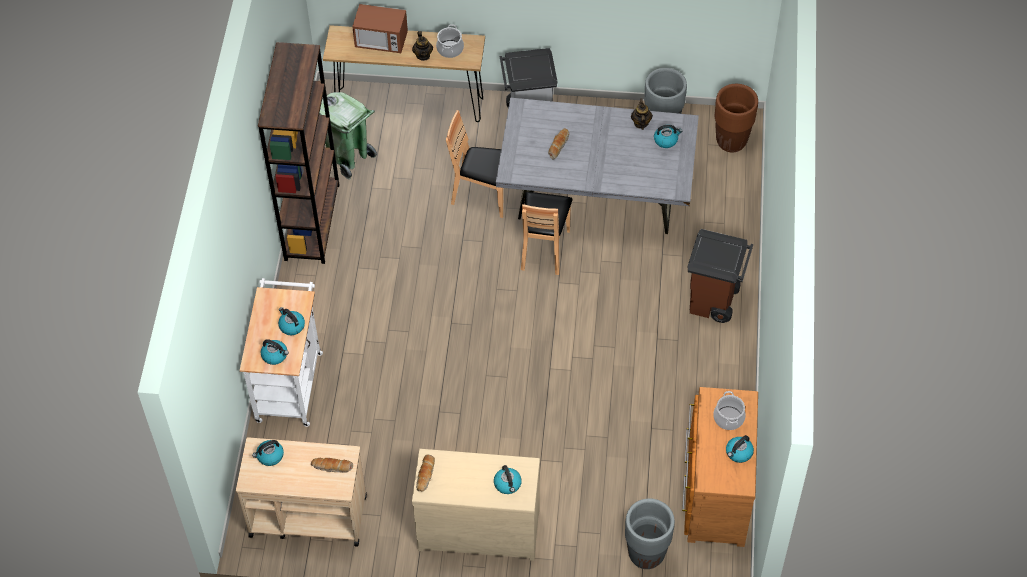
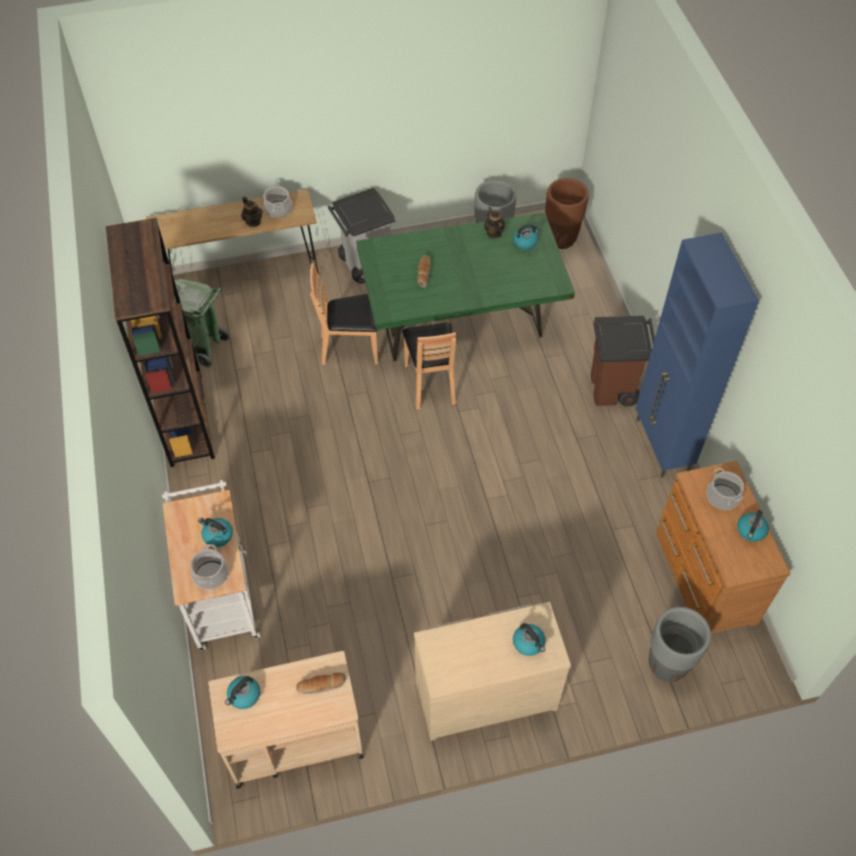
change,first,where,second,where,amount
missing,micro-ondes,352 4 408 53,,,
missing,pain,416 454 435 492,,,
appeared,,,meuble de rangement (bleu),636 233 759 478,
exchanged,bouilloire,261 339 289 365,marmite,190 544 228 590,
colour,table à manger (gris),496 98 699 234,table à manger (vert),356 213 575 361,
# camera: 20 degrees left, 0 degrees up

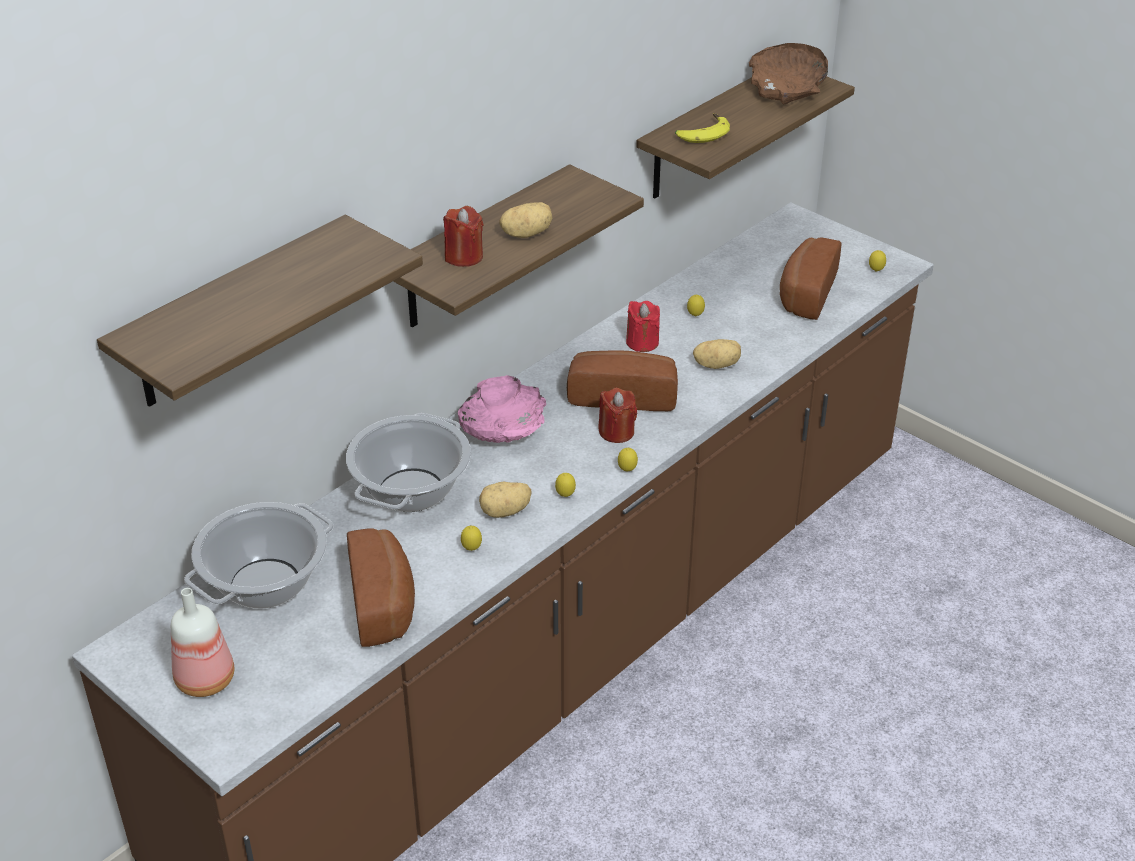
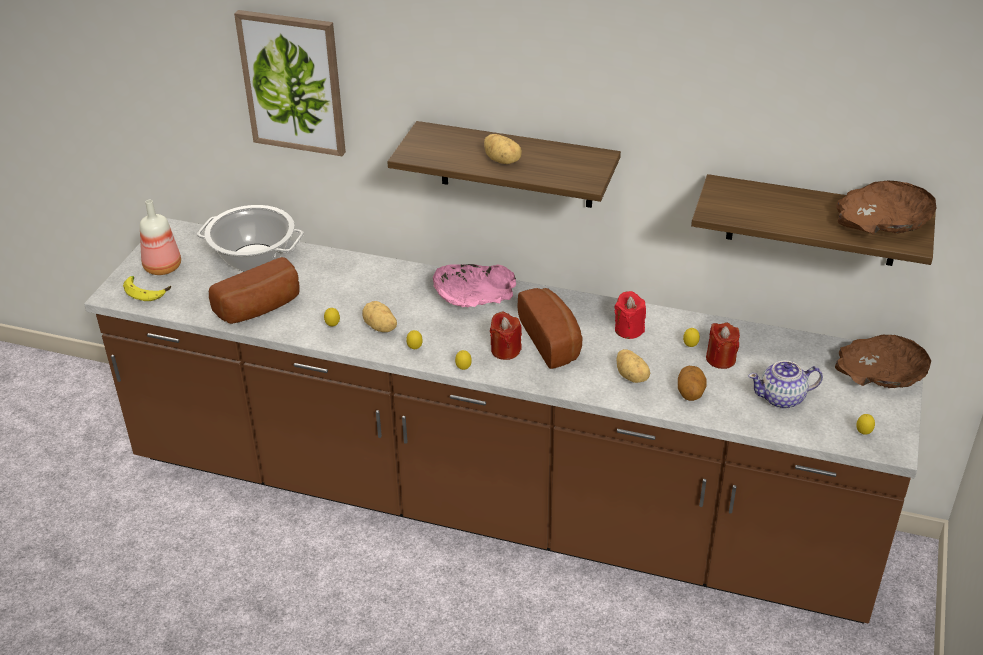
change,first,where,second,where,amount
missing,marmite,346 413 471 512,,,
appeared,,,pomme de terre,678 366 707 401,
appeared,,,bol (marron),835 335 931 388,
relocated,bougie (rouge),443 206 484 267,,706 323 740 369,
relocated,banane,675 113 730 143,,123 276 171 301,
exchanged,étagère,97 215 423 407,tableau,234 10 346 156,
exchanged,pain,780 237 841 320,théière,748 360 823 409,
# camera: 65 degrees right, 0 degrees up

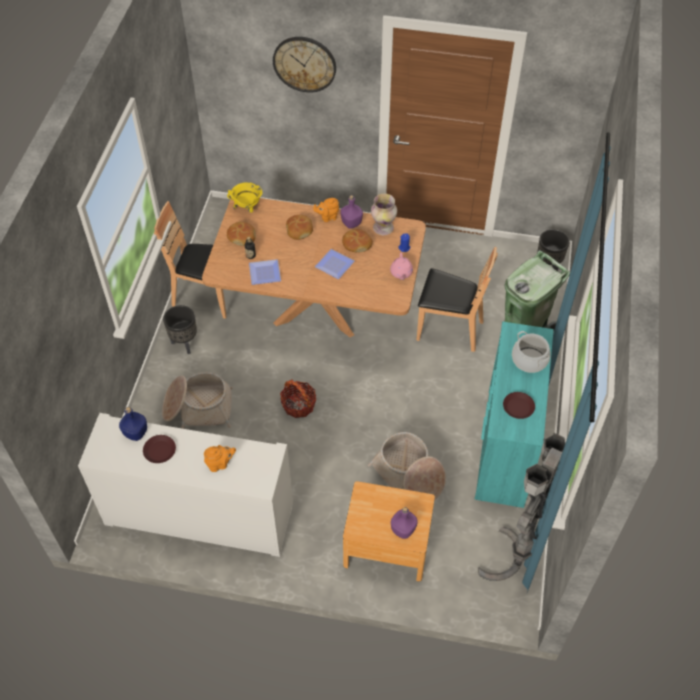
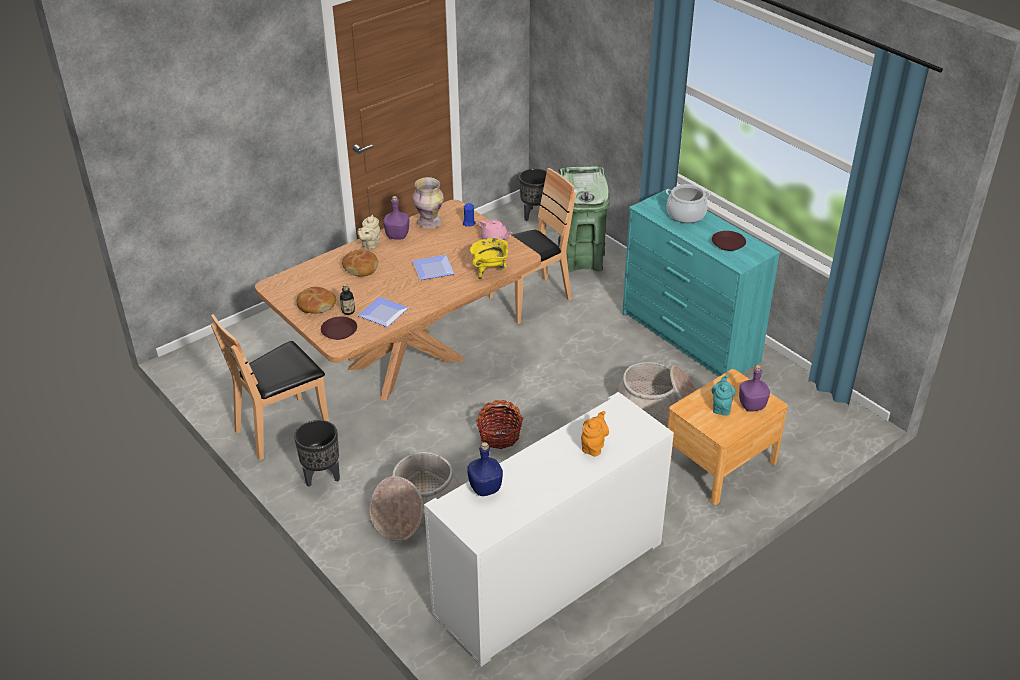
change,first,where,second,where,amount
missing,horloge murale,273 37 336 93,,,
missing,pain,342 229 373 252,,,
missing,lampadaire (gris),478 433 565 581,,,
appeared,,,théière (turquoise),711 375 736 416,
relocated,assiette (marron),143 435 176 463,,321 317 357 340,
relocated,marmite (jaune),227 182 263 213,,470 238 509 279,
colour,théière (orange),313 198 339 222,théière (beige),357 215 380 250,
# camera: 50 degrees left, 15 degrees down

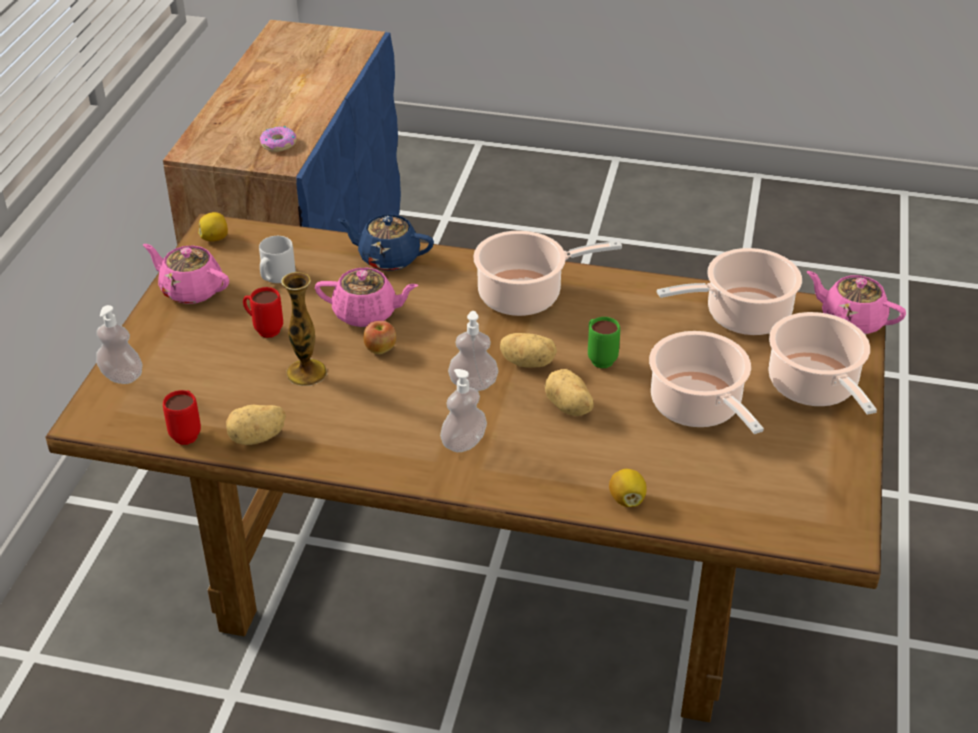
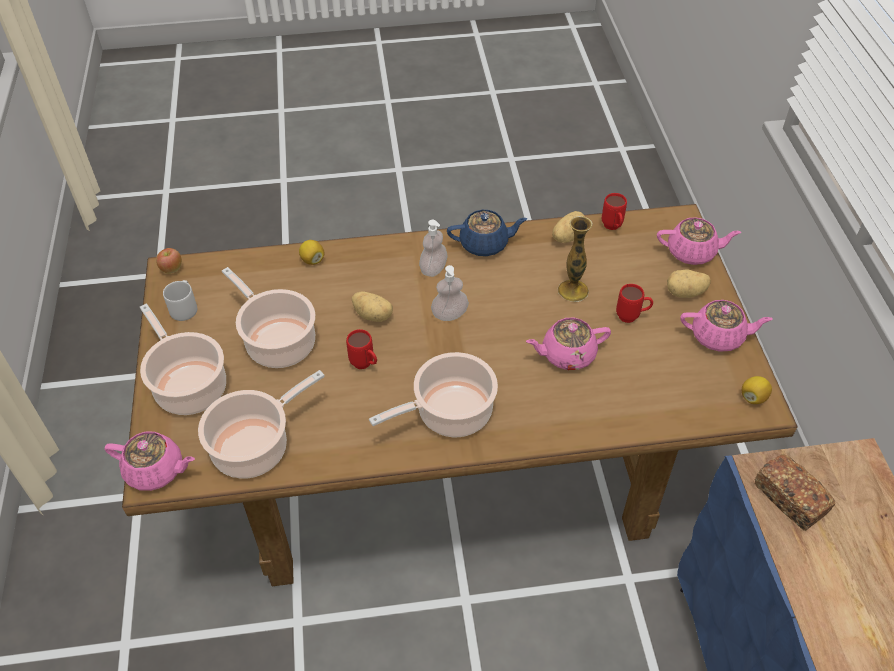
change,first,where,second,where,amount
relocated,mug (gris),259 236 296 283,,163 280 197 321,
relocated,théière (bleu),337 214 434 271,,447 210 527 256,
relocated,pomme,363 321 396 354,,156 248 182 274,
relocated,pomme de terre,500 333 557 368,,667 270 711 298,
exchanged,distributeur de savon,96 305 142 384,théière (rose),657 217 741 265,
exchanged,beignet,260 126 296 152,pain,755 454 835 531,
colour,mug (vert),588 317 620 368,mug (rouge),346 329 377 369,
# camera: 160 degrees right, 10 degrees up

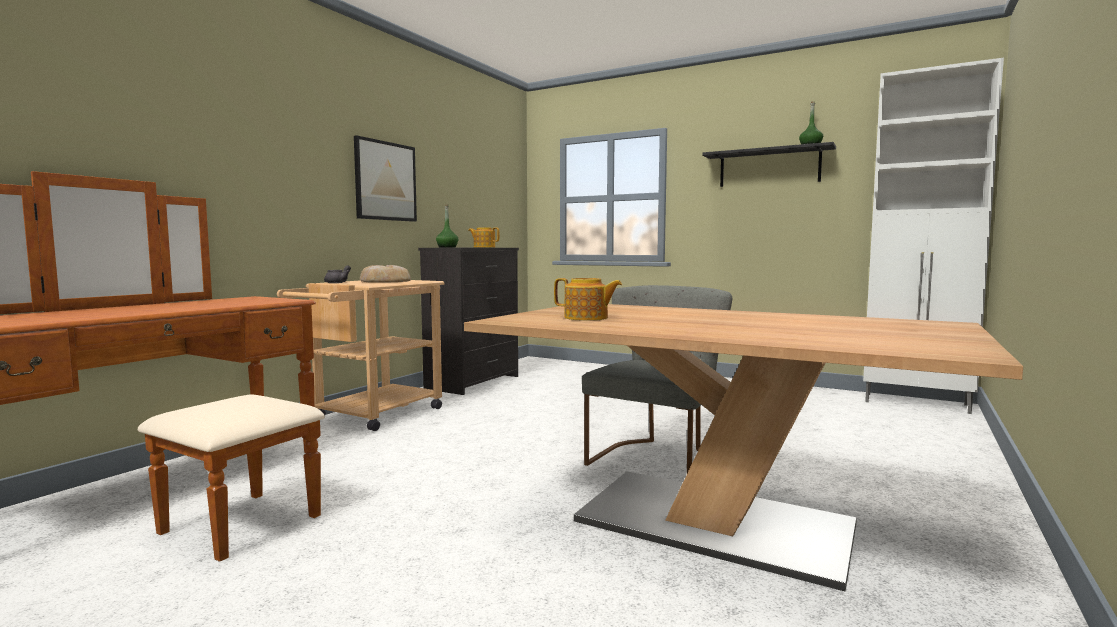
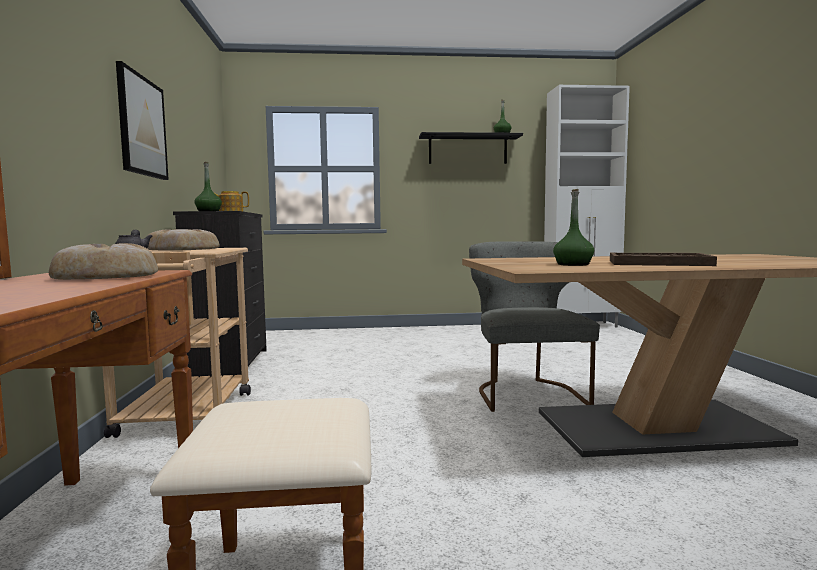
change,first,where,second,where,amount
appeared,,,pain,49 243 158 280,
appeared,,,plateau (marron),610 253 717 266,
exchanged,théière,554 278 622 321,bouteille (vert),553 189 594 266,
# camera: 35 degrees left, 0 degrees up

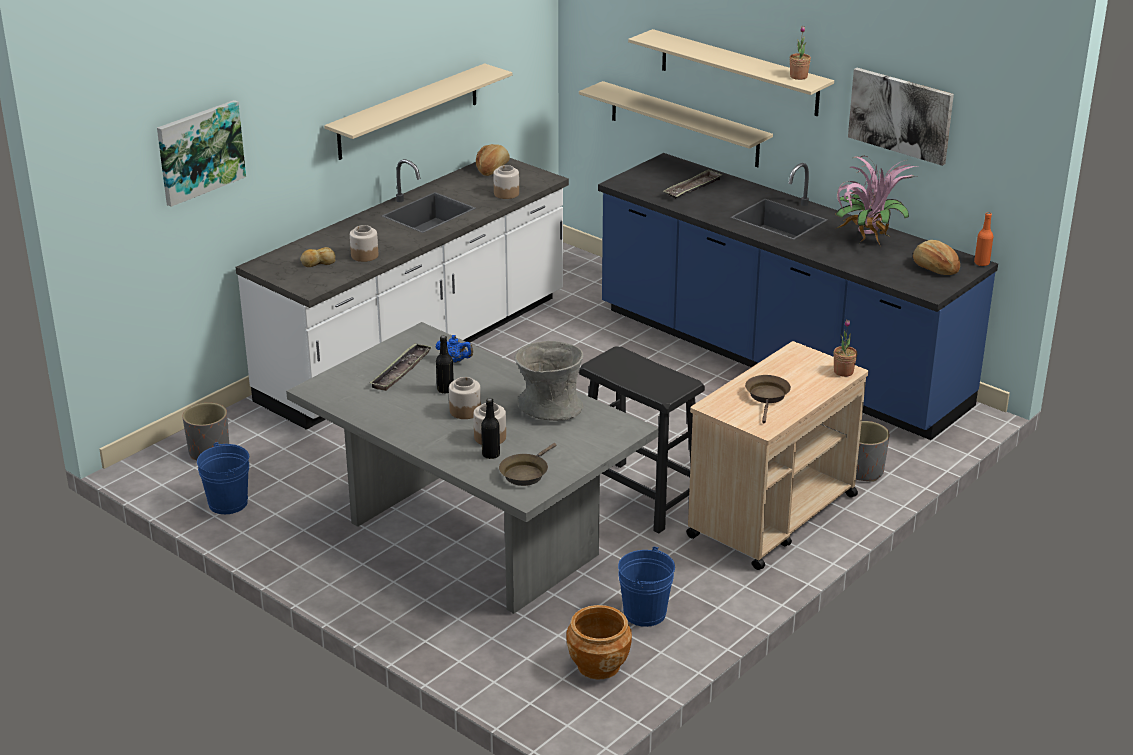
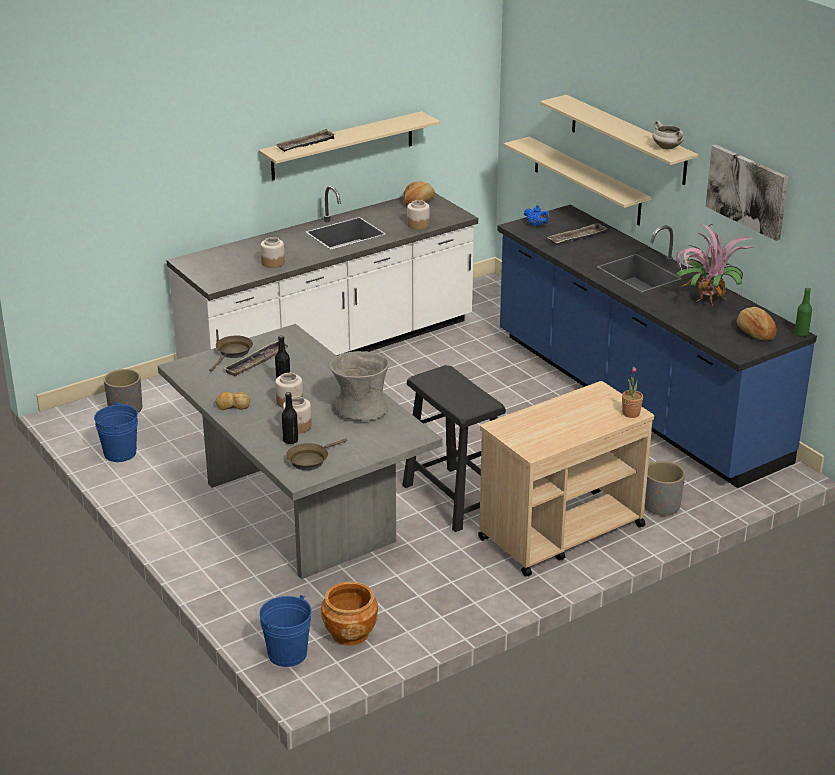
change,first,where,second,where,amount
missing,tableau,157 100 246 207,,,
appeared,,,plateau,276 129 335 152,
relocated,pain,300 247 335 267,,216 392 250 410,
relocated,théière (bleu),436 335 473 363,,524 205 550 226,
relocated,seau (bleu),618 547 675 627,,259 595 312 667,
relocated,poêle (marron),745 375 791 423,,209 336 253 372,
exchanged,plante en pot,790 26 811 80,marmite (blanc),653 121 684 150,
colour,bouteille (orange),974 212 993 266,bouteille (vert),794 288 812 336,
# camera: 15 degrees right, 0 degrees up

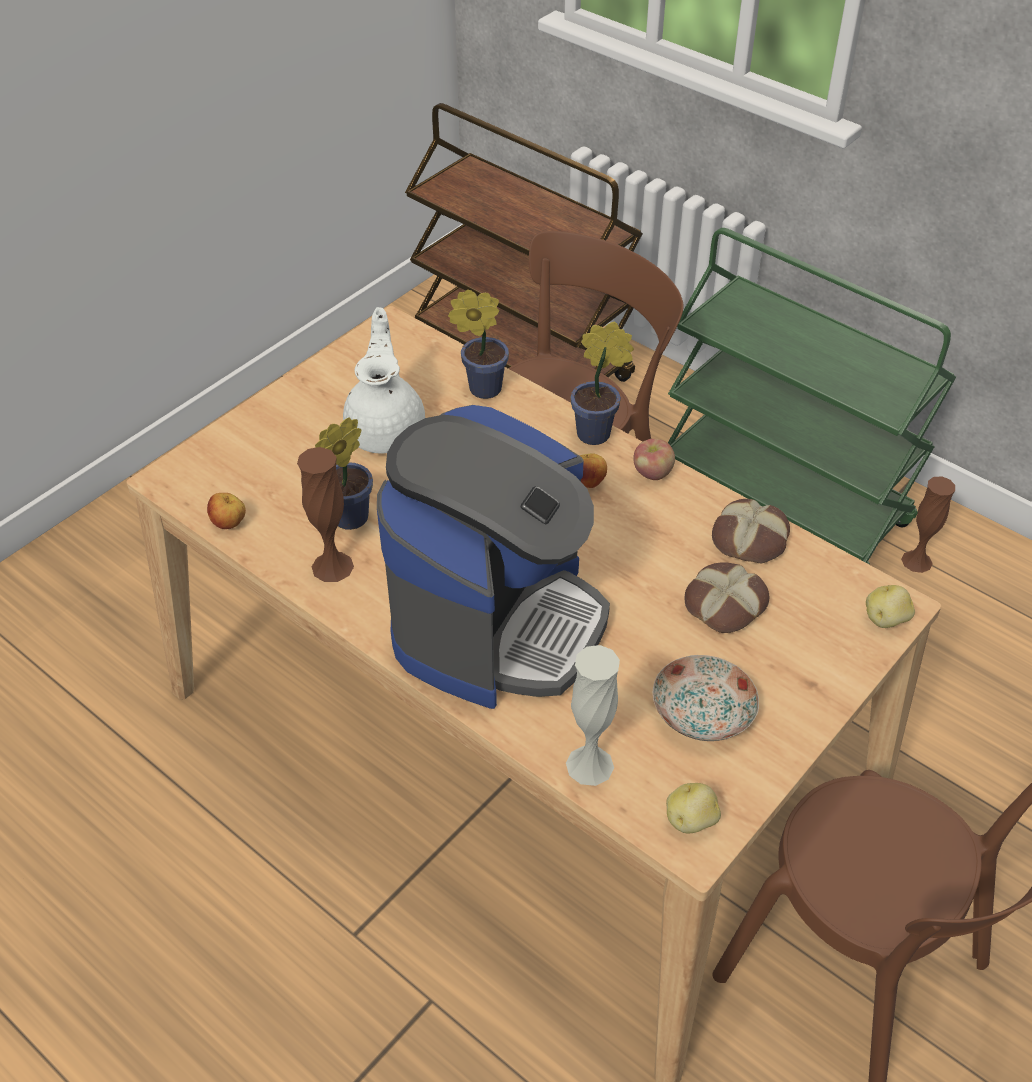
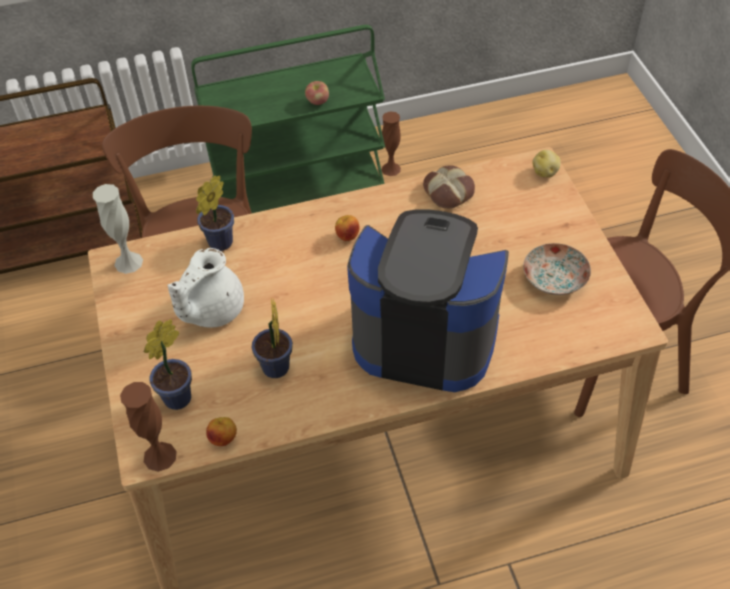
change,first,where,second,where,amount
missing,pomme de terre,666 783 721 833,,,
missing,pain,684 562 769 633,,,
relocated,vase (marron),297 447 354 582,,120 382 177 472,
relocated,vase (blanc),566 645 620 786,,93 184 143 274,
relocated,plante en pot,570 322 634 445,,144 319 192 410,
relocated,pomme,633 439 675 480,,305 81 329 105,
spun,théière (blanc),343 307 425 453,,167 248 244 328,90 degrees counterclockwise
spun,machine à café,377 405 610 709,,347 209 509 392,45 degrees counterclockwise
# camera: 55 degrees left, 5 degrees up

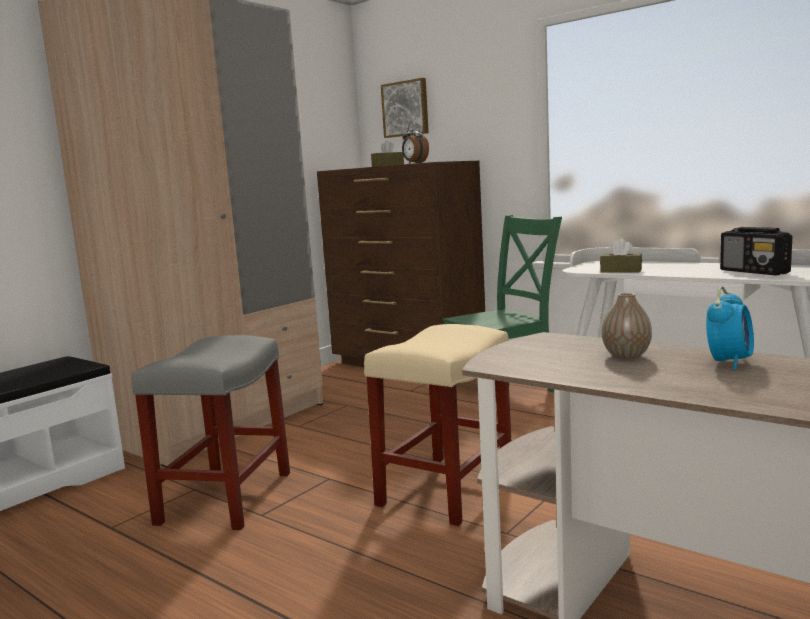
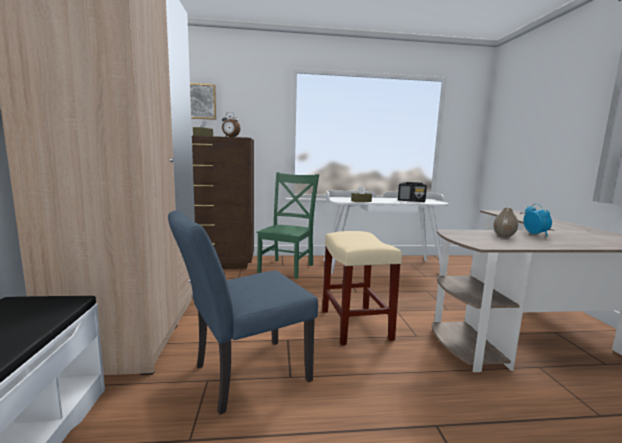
change,first,where,second,where,amount
exchanged,tabouret (gris),132 335 290 530,chaise (bleu),168 210 318 414,
# camera: 45 degrees left, 0 degrees up

